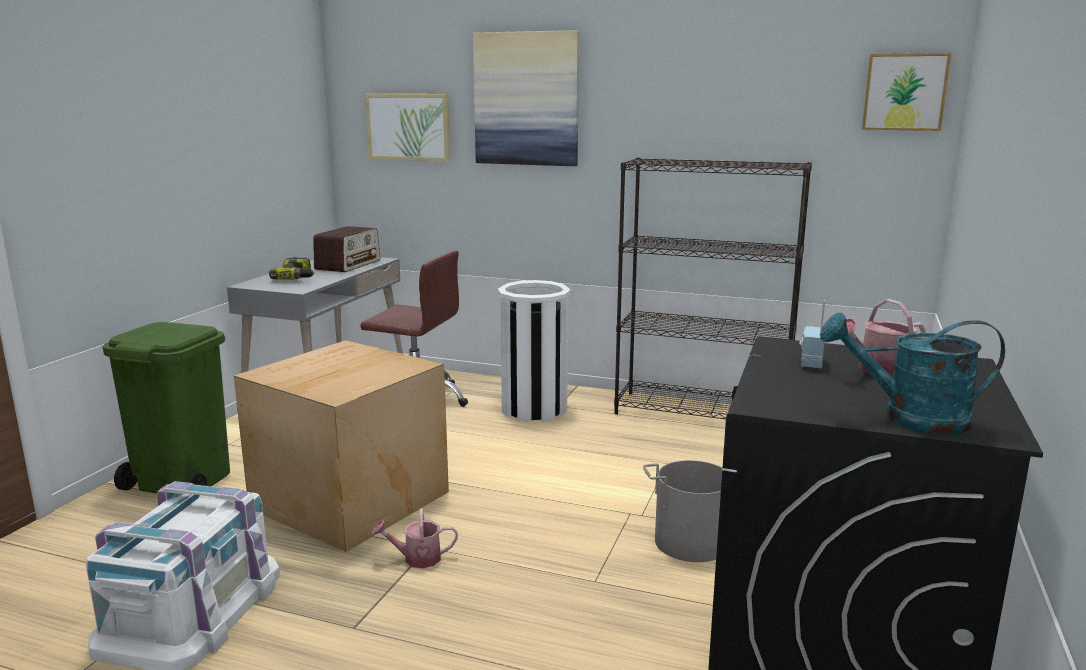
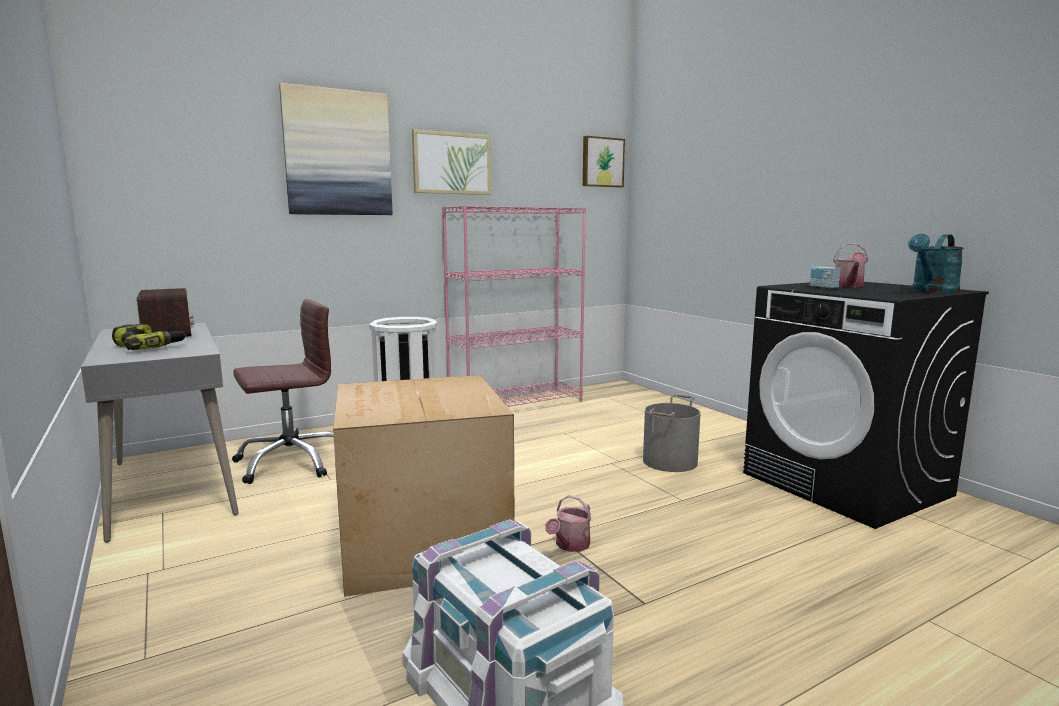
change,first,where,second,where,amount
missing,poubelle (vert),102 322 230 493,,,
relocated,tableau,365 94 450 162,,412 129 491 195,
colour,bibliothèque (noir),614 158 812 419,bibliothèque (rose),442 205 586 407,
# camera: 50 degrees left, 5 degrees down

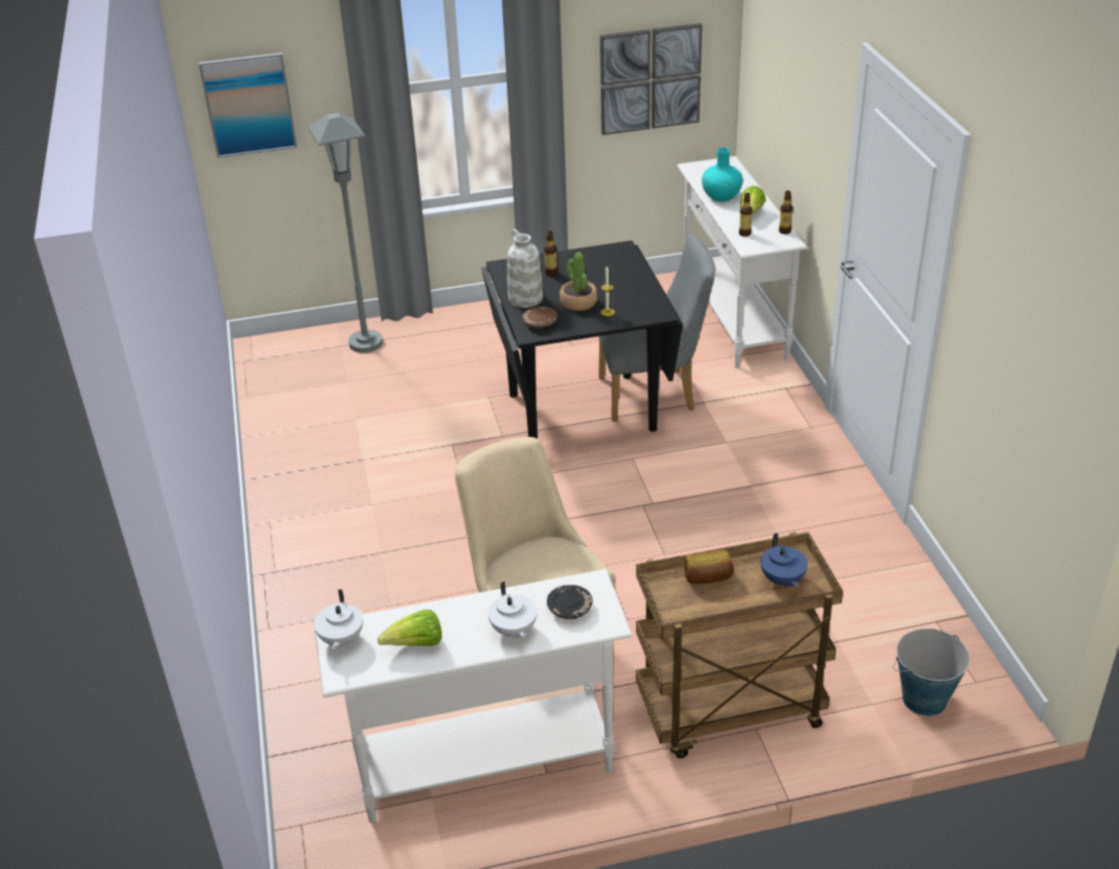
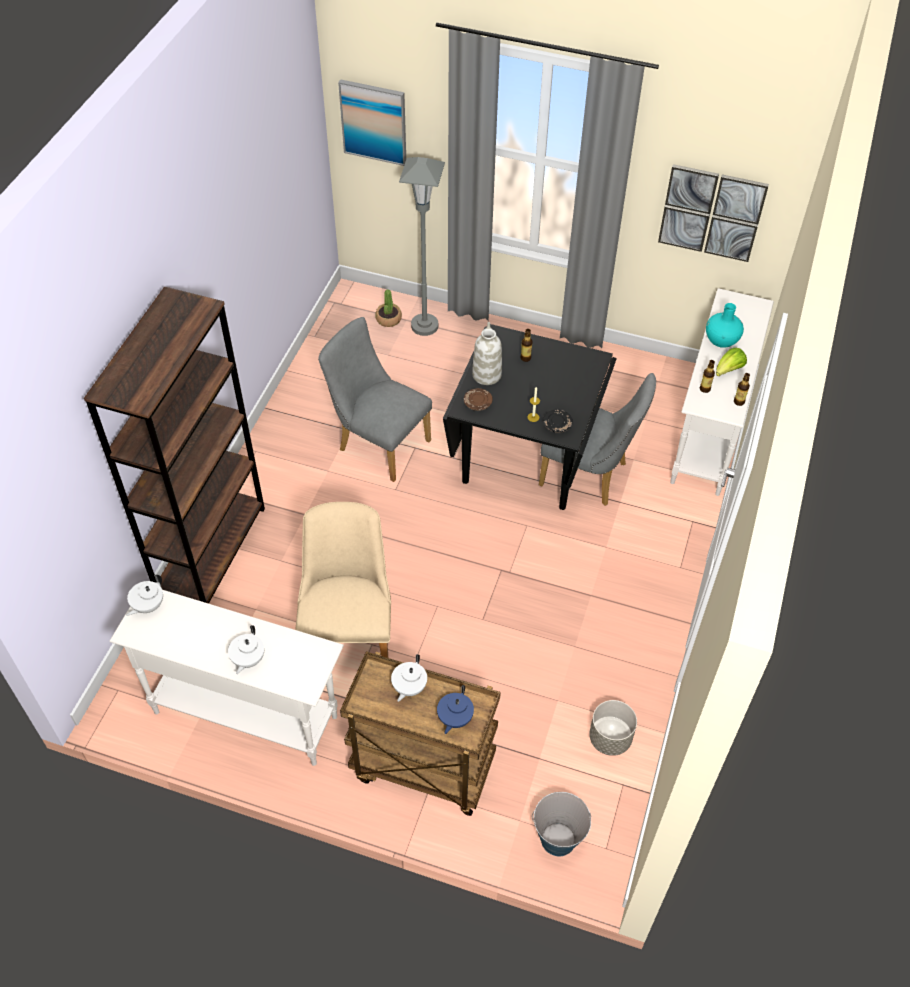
change,first,where,second,where,amount
missing,laitue,378 610 442 646,,,
appeared,,,bibliothèque (marron),84 286 265 604,
appeared,,,chaise (gris),318 317 432 482,
appeared,,,cache-pot (gris),589 700 637 756,
relocated,assiette (noir),547 585 593 619,,543 409 573 433,
relocated,plante en pot,559 252 598 311,,375 290 402 327,
exchanged,pain,685 550 734 584,théière (blanc),391 654 427 702,
# camera: 30 degrees right, 15 degrees up

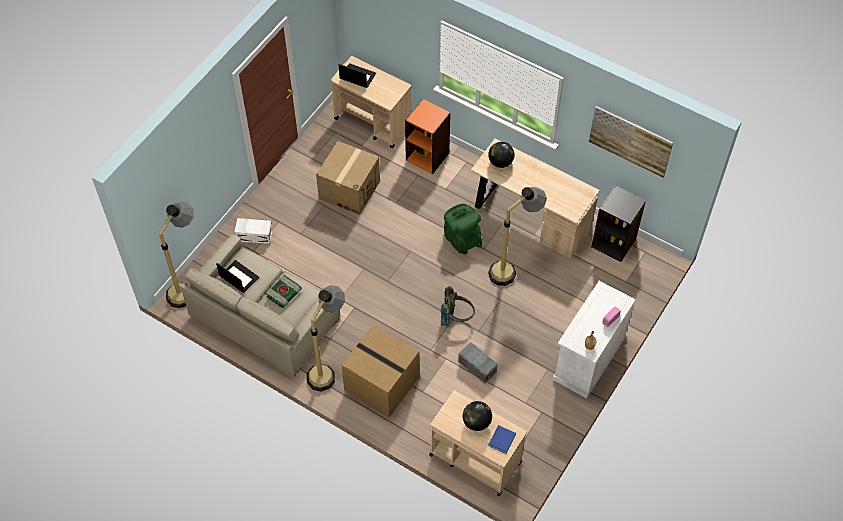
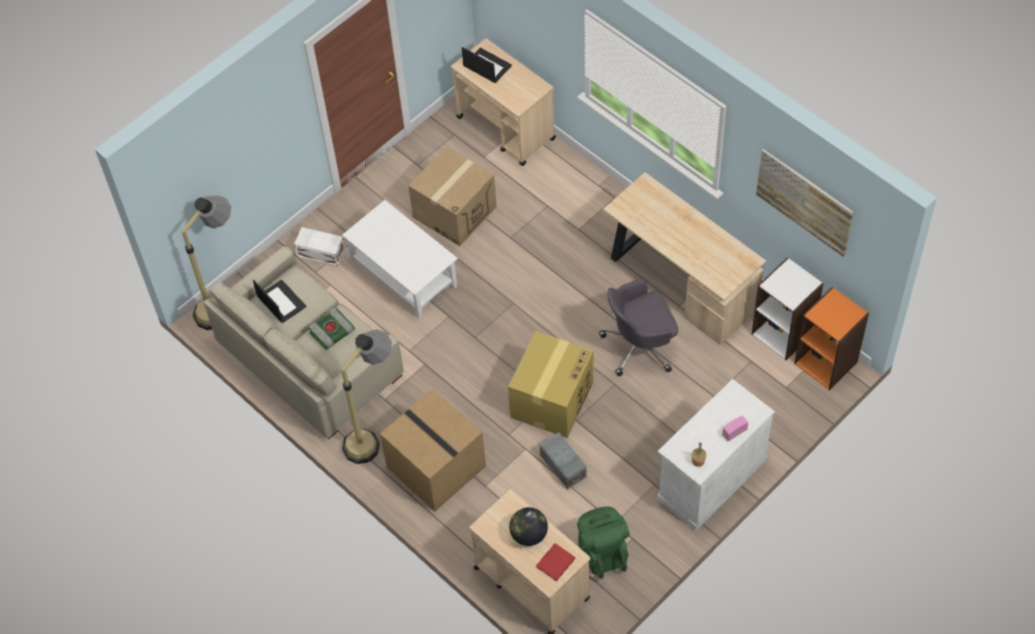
change,first,where,second,where,amount
missing,globe,488 142 514 168,,,
appeared,,,table basse (blanc),342 200 458 319,
relocated,bibliothèque (orange),405 99 451 174,,794 287 869 390,
relocated,sac à dos (vert),444 204 482 254,,577 507 630 579,
exchanged,sac à dos (gris),441 286 475 328,carton,508 331 594 438,
exchanged,lampadaire,488 187 547 286,chaise de bureau (gris),599 279 678 376,
colour,livre (bleu),488 425 516 454,livre (rouge),536 543 575 581,
colour,bibliothèque (noir),591 185 646 262,bibliothèque (blanc),752 257 824 360,
# camera: 15 degrees right, 0 degrees up

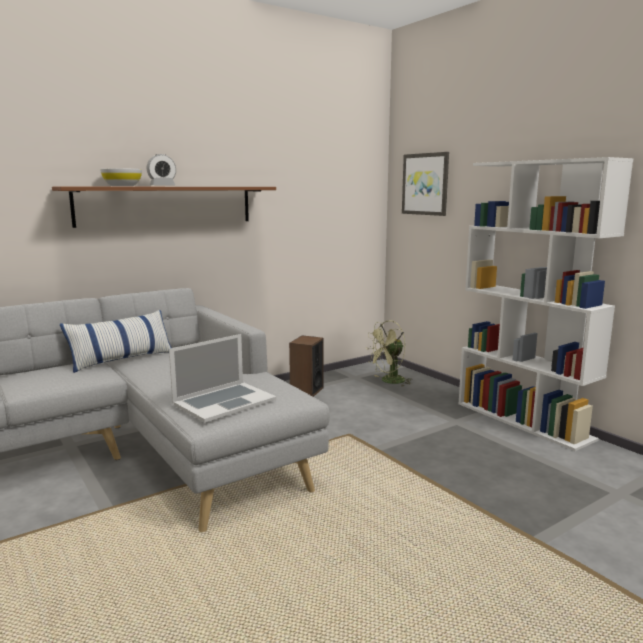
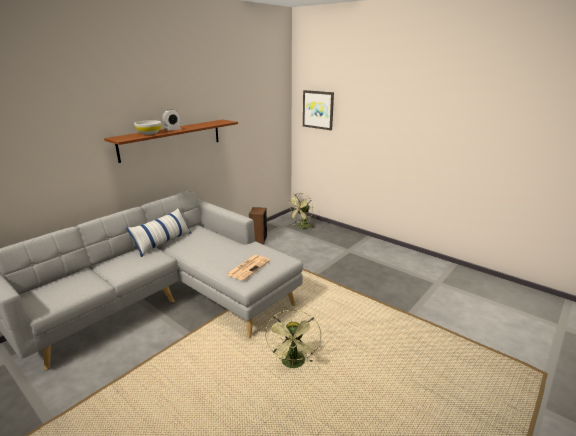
change,first,where,second,where,amount
missing,bibliothèque (blanc),458 157 633 451,,,
appeared,,,ventilateur (vert),265 309 321 368,
exchanged,ordinateur portable,169 334 277 423,journal,226 255 270 281,
# camera: 15 degrees left, 10 degrees up

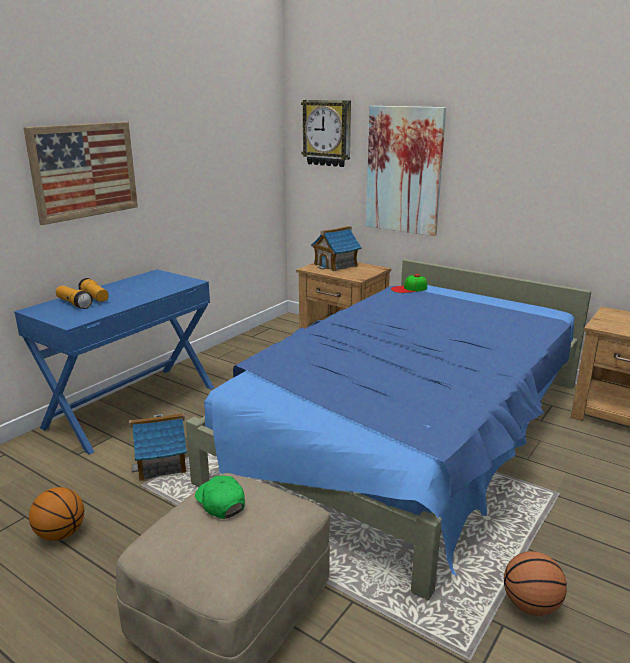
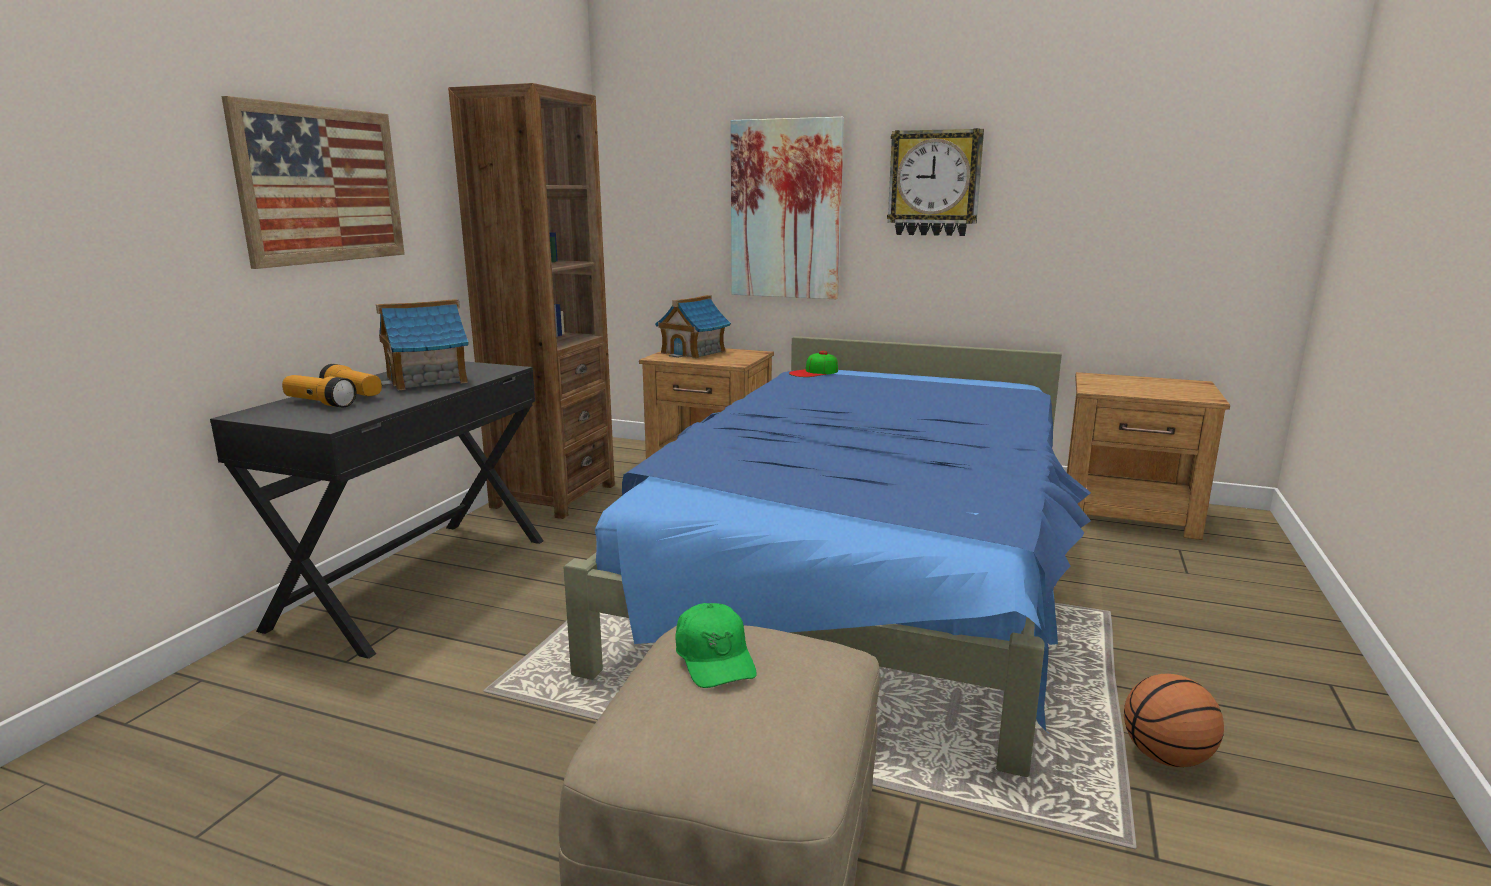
change,first,where,second,where,amount
missing,ballon de basket,29 487 84 541,,,
appeared,,,bibliothèque (marron),448 83 615 519,
relocated,maison miniature,129 413 187 481,,376 299 468 390,
relocated,horloge murale,301 100 351 167,,887 128 984 236,
colour,bureau (bleu),14 269 214 454,bureau (noir),210 361 544 659,
spun,casquette (vert),195 476 245 519,,676 603 757 688,150 degrees counterclockwise
# camera: 15 degrees left, 5 degrees down

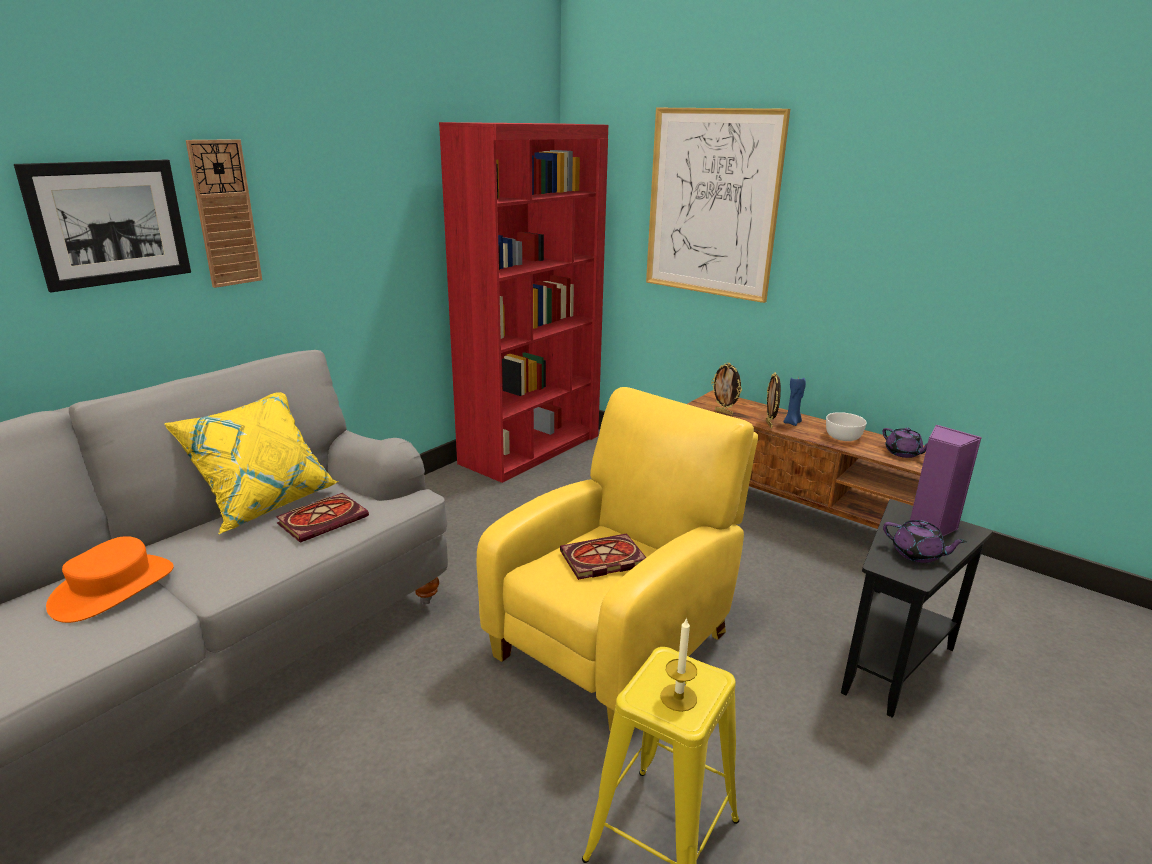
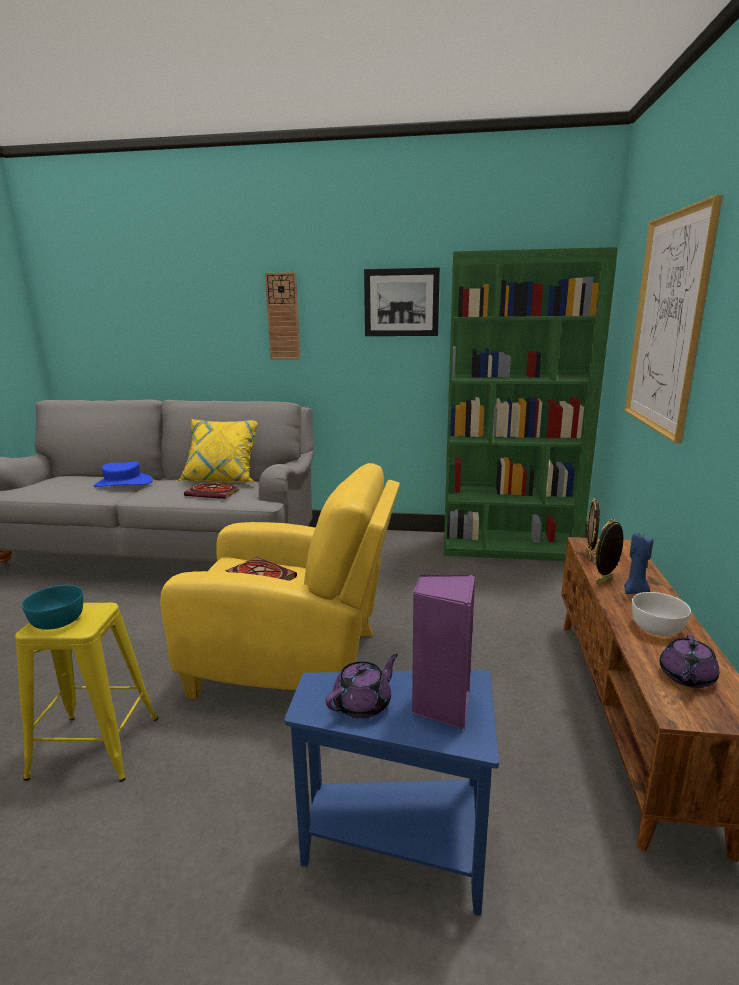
change,first,where,second,where,amount
relocated,tableau,14 159 191 292,,364 268 440 336,
exchanged,bougie,661 617 697 712,bol (turquoise),22 585 83 630,
colour,chapeau (orange),46 536 174 623,chapeau (bleu),93 462 153 487,
colour,bibliothèque (rouge),439 122 608 483,bibliothèque (vert),444 247 618 561,
colour,table d'appoint (noir),841 499 993 718,table d'appoint (bleu),284 670 499 916,
spun,théière (violet),883 520 967 563,,325 654 398 719,135 degrees counterclockwise
# camera: 60 degrees right, 5 degrees down

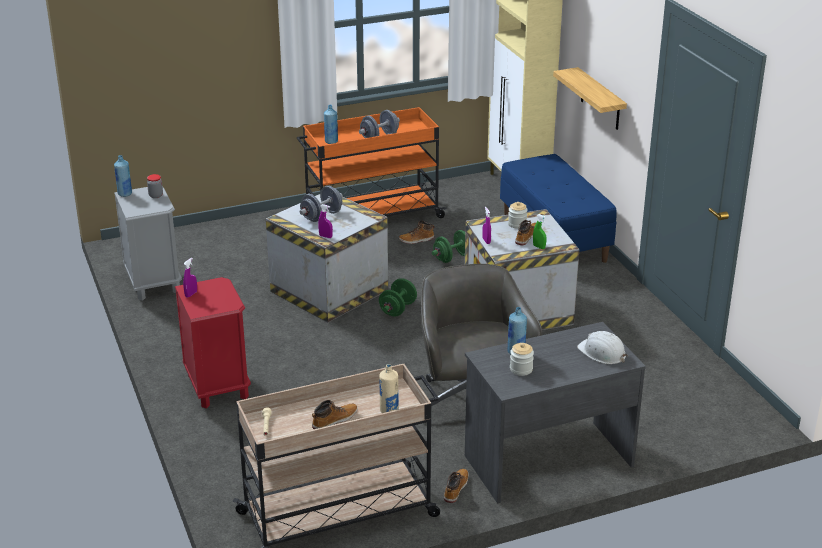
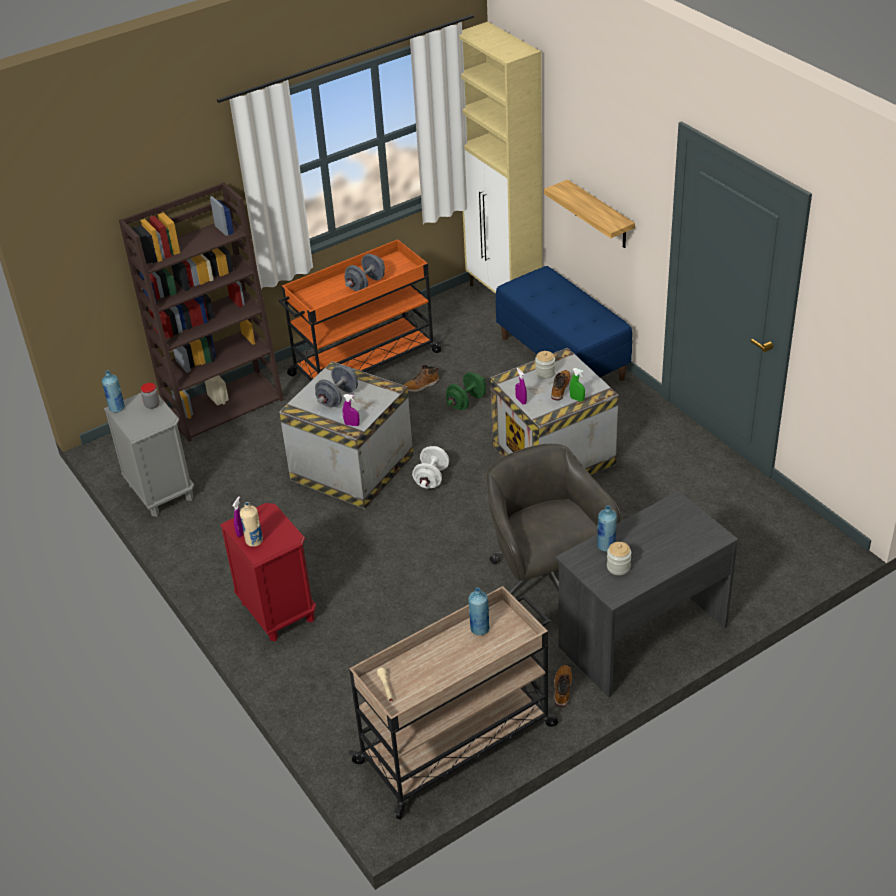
change,first,where,second,where,amount
missing,botte,312 400 358 429,,,
missing,casque de chantier (blanc),577 331 628 364,,,
appeared,,,bibliothèque (marron),119 182 284 442,
relocated,bouteille (bleu),324 105 338 144,,468 587 490 635,
relocated,bouteille (beige),379 364 399 413,,240 502 263 547,
colour,haltère (vert),379 278 417 316,haltère (blanc),412 446 449 488,
# camera: 10 degrees left, 10 degrees up

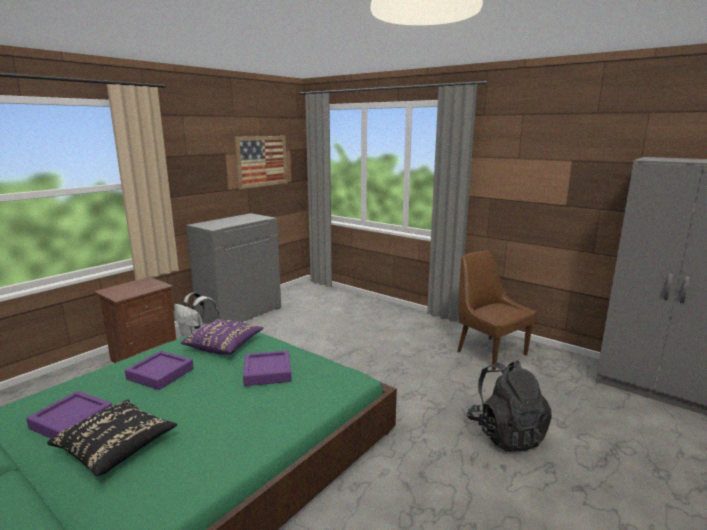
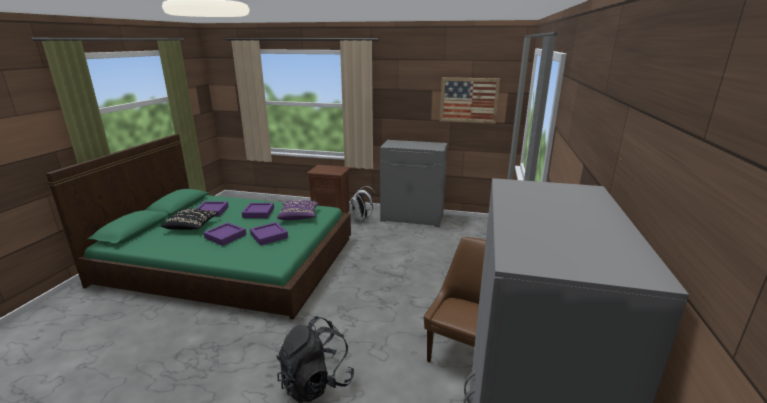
change,first,where,second,where,amount
appeared,,,plateau (violet),204 222 246 246,
# camera: 65 degrees right, 5 degrees up

